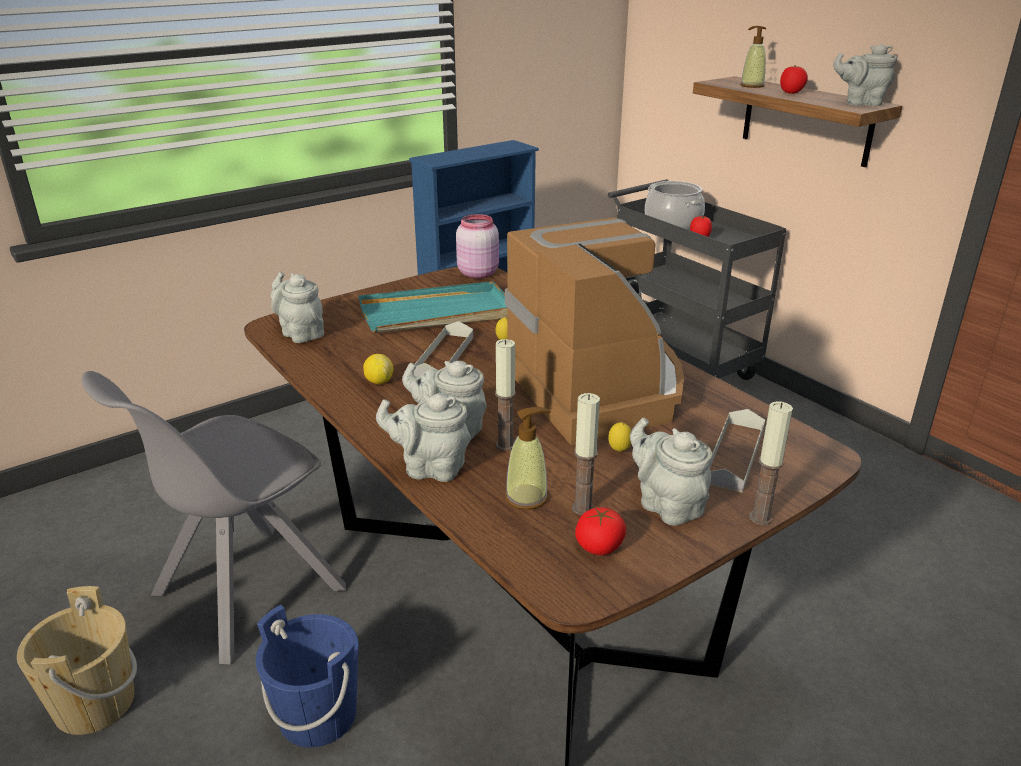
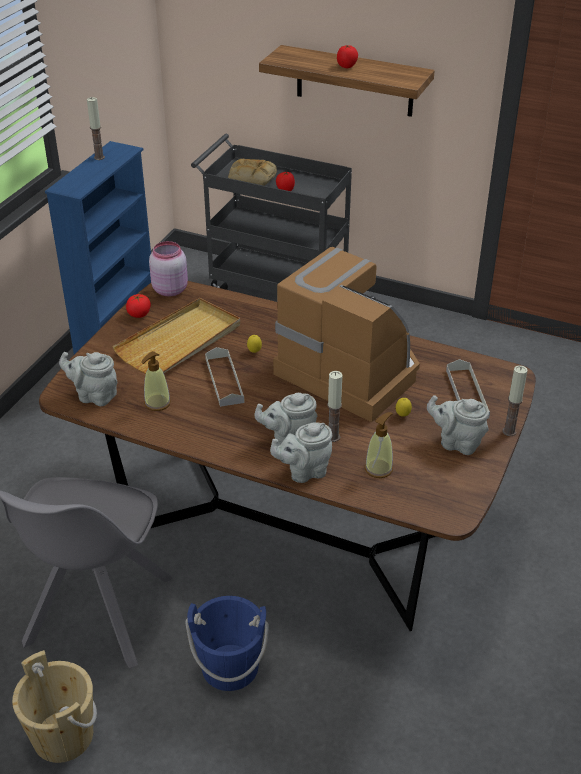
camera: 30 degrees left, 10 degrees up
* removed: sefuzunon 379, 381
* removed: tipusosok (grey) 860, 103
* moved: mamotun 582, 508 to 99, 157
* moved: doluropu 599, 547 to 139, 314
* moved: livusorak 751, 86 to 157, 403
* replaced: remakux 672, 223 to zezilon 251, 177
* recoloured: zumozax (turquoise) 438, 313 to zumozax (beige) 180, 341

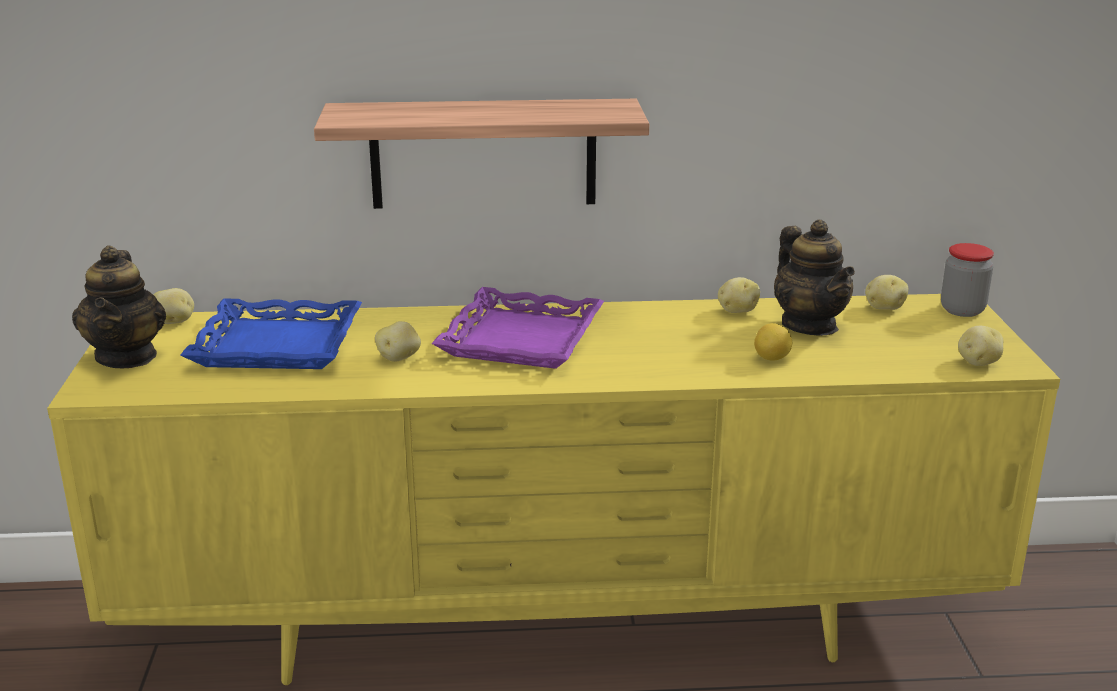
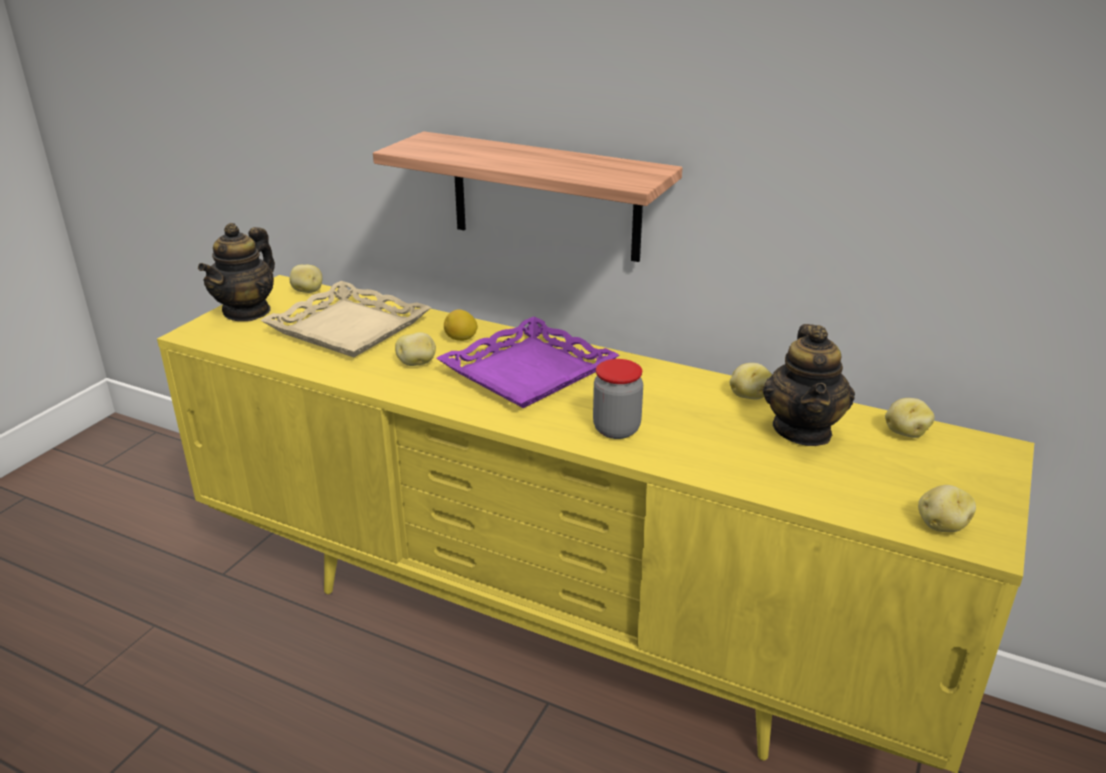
camera: 30 degrees right, 5 degrees up
* moved: sefuzunon 772, 359 to 461, 339
* moved: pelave 962, 310 to 616, 429
* recoloured: zumozax (blue) 278, 345 to zumozax (beige) 349, 328

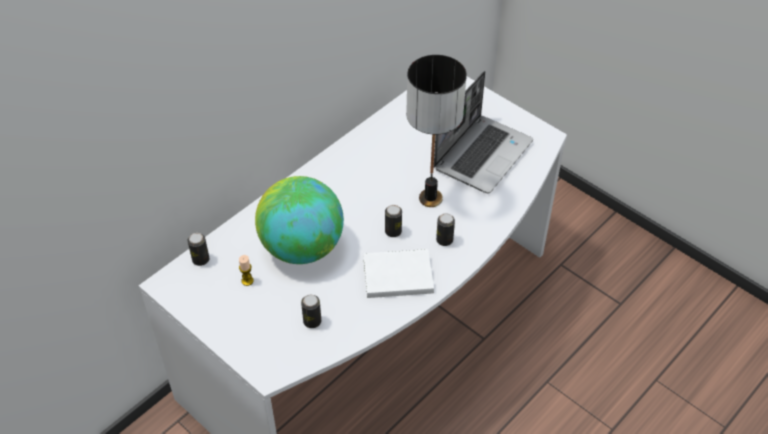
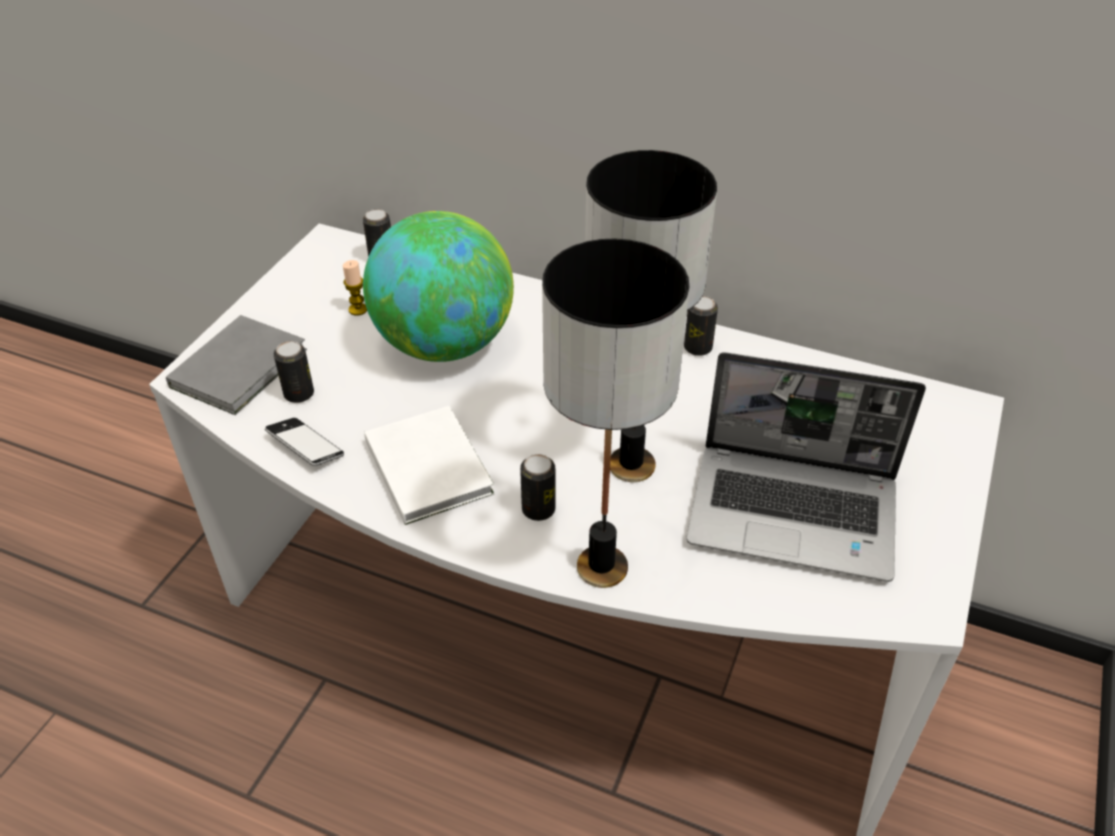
camera: 70 degrees right, 5 degrees down
* added: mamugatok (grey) 243, 367
* added: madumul 305, 447
* added: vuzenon 602, 566
* moved: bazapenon 393, 231 to 698, 348

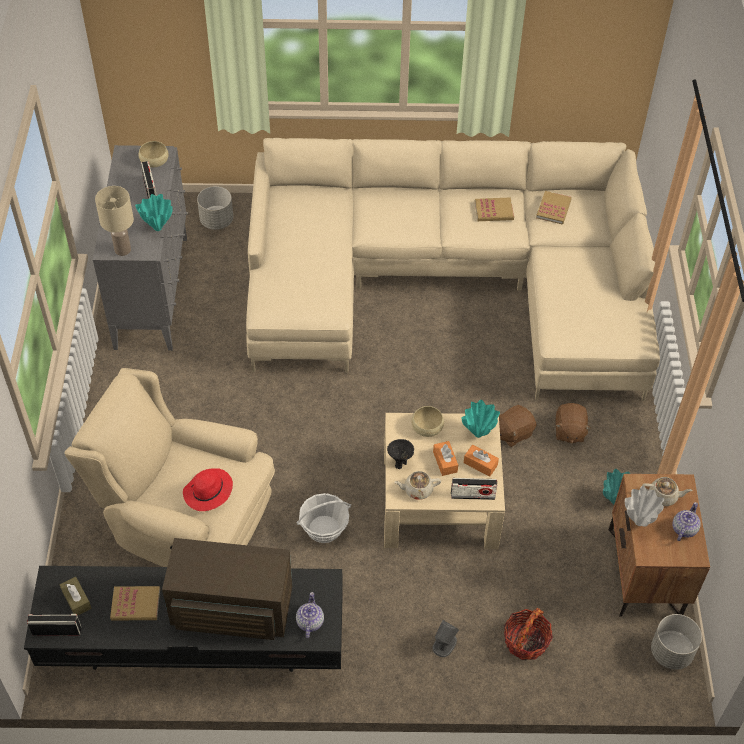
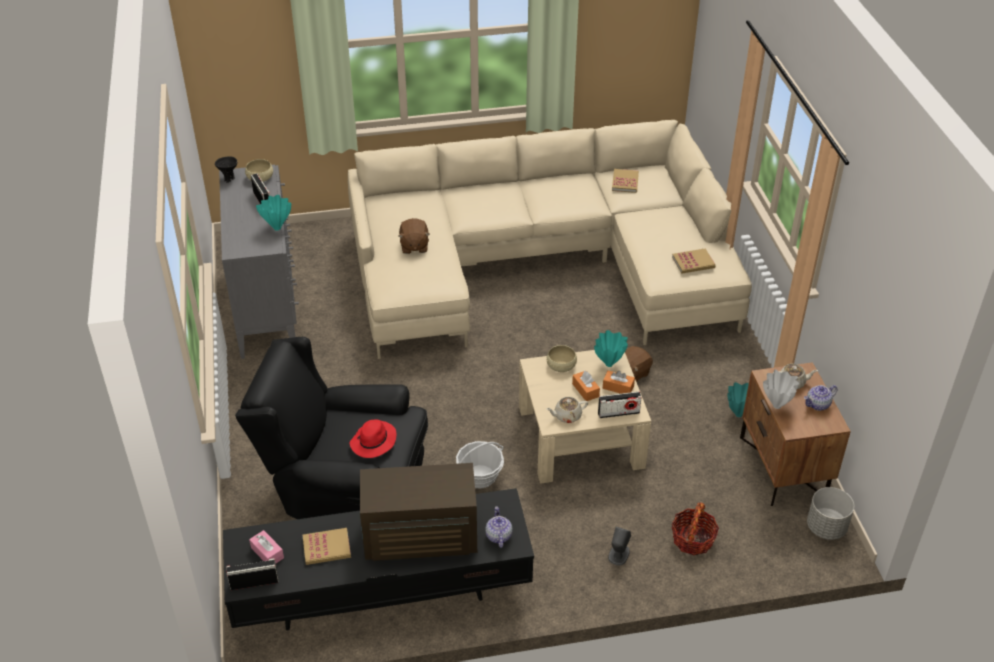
camera: 10 degrees left, 10 degrees down
* removed: vuzenon (beige) 123, 249
* removed: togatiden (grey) 216, 221
* moved: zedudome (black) 400, 463 to 229, 179
* moved: mamugatok 494, 211 to 693, 262
* moved: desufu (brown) 569, 431 to 414, 246
* recoloured: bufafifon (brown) 76, 599 to bufafifon (pink) 267, 553
* recoloured: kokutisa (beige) 186, 522 to kokutisa (black) 346, 490
* turned: tipusosok 684, 528 = 818, 405 135 degrees counterclockwise

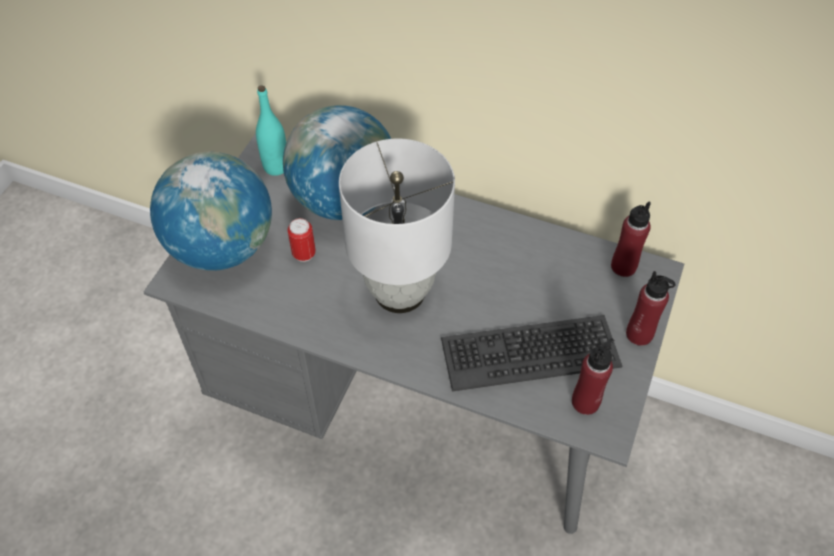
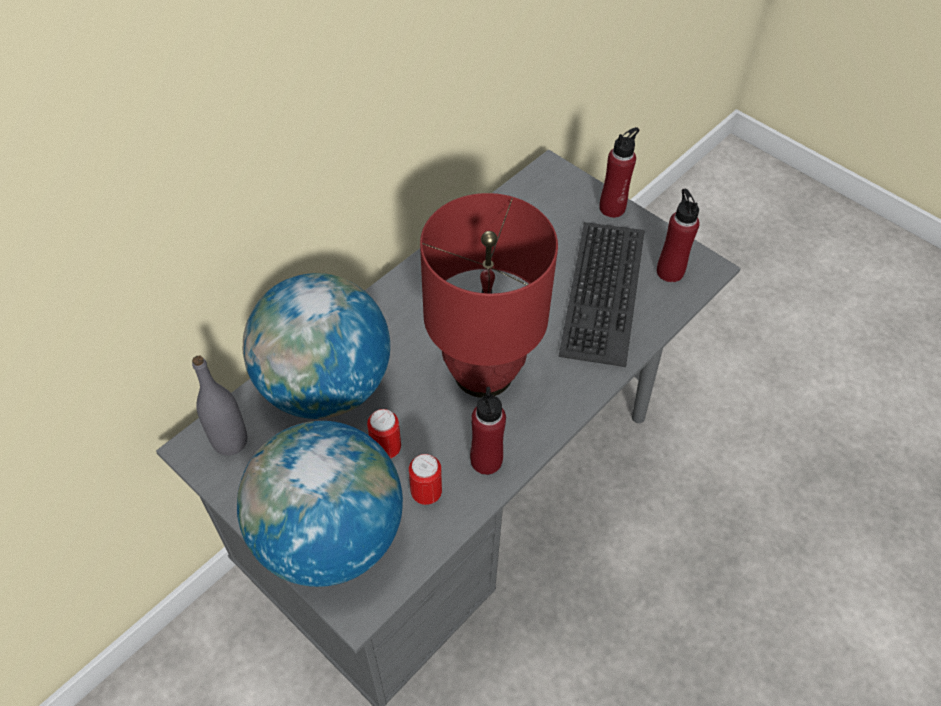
camera: 70 degrees left, 0 degrees up
* added: bazapenon 426, 493
* moved: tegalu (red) 623, 266 to 486, 460
* recoloured: tegalu (turquoise) 276, 167 to tegalu (grey) 230, 441
* recoloured: vuzenon (white) 399, 291 to vuzenon (red) 482, 373

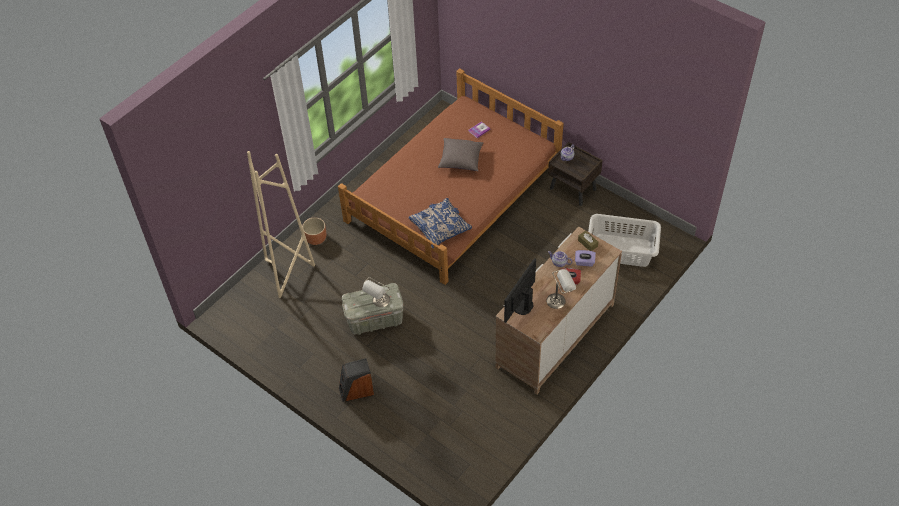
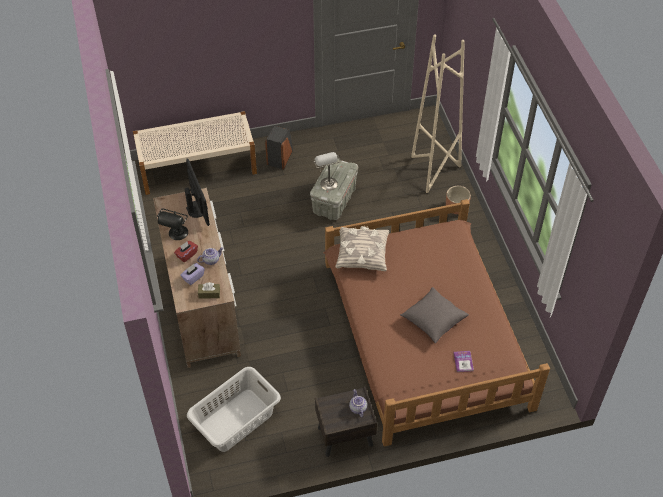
camera: 125 degrees right, 0 degrees up
* added: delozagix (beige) 197, 167
* recoloured: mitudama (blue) 440, 229 to mitudama (beige) 362, 255
* recoloured: vuzenon (white) 559, 299 to vuzenon (black) 177, 236

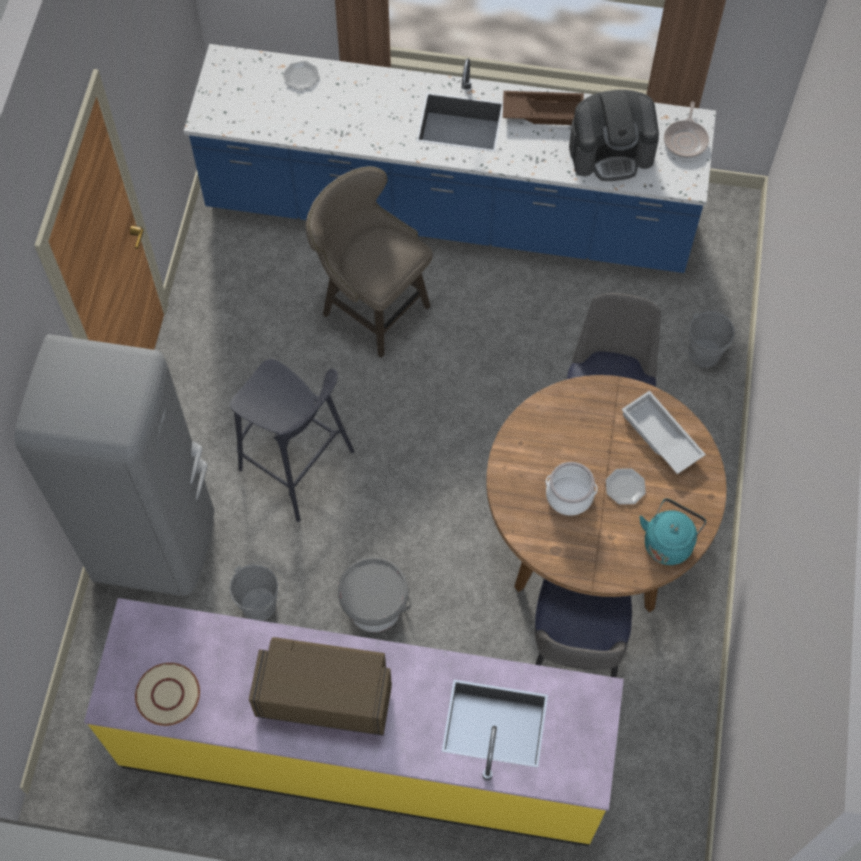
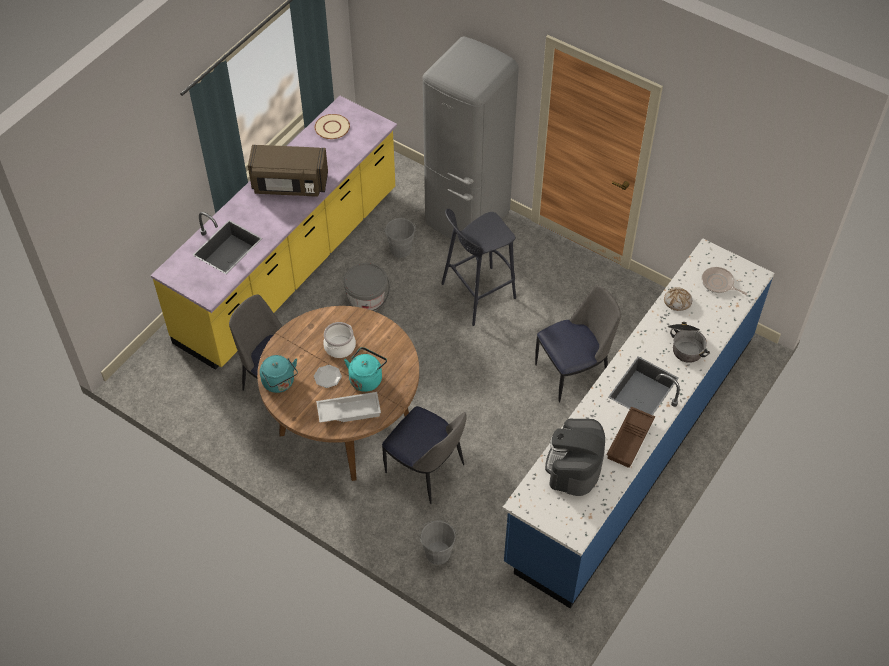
camera: 115 degrees right, 10 degrees down
* removed: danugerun 301, 76
* added: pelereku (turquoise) 366, 378
* added: zezilon 677, 301
* added: remakux 685, 345
* moved: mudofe 686, 140 to 719, 283
* replaced: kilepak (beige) 372, 307 to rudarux 573, 372
* turned: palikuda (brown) 325, 696 = 289, 185 60 degrees clockwise

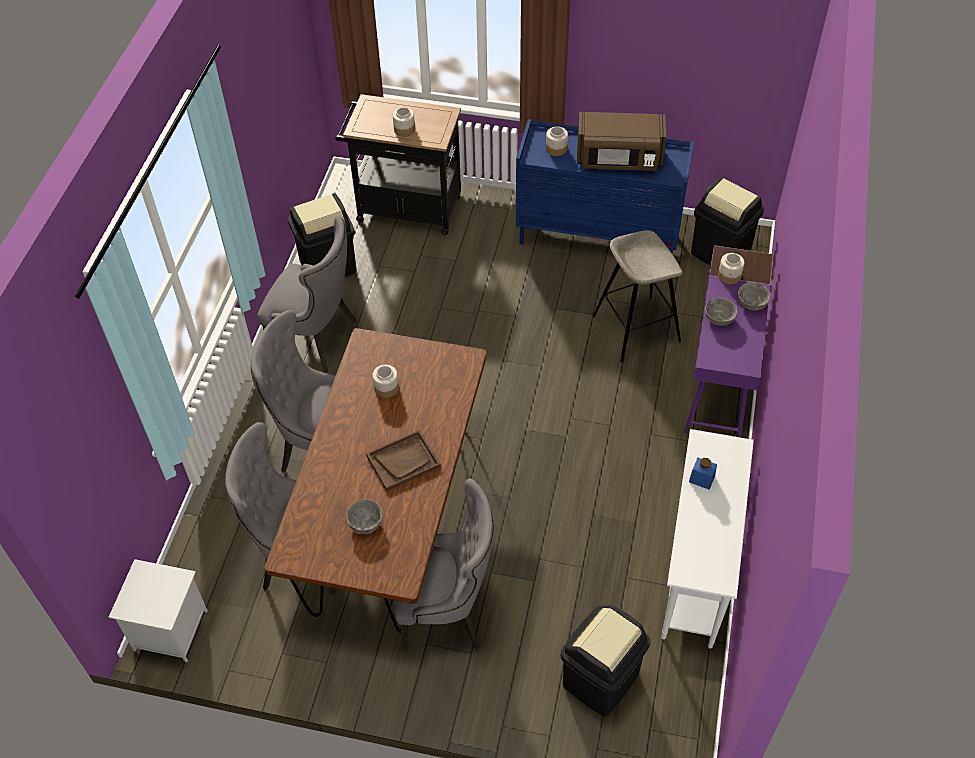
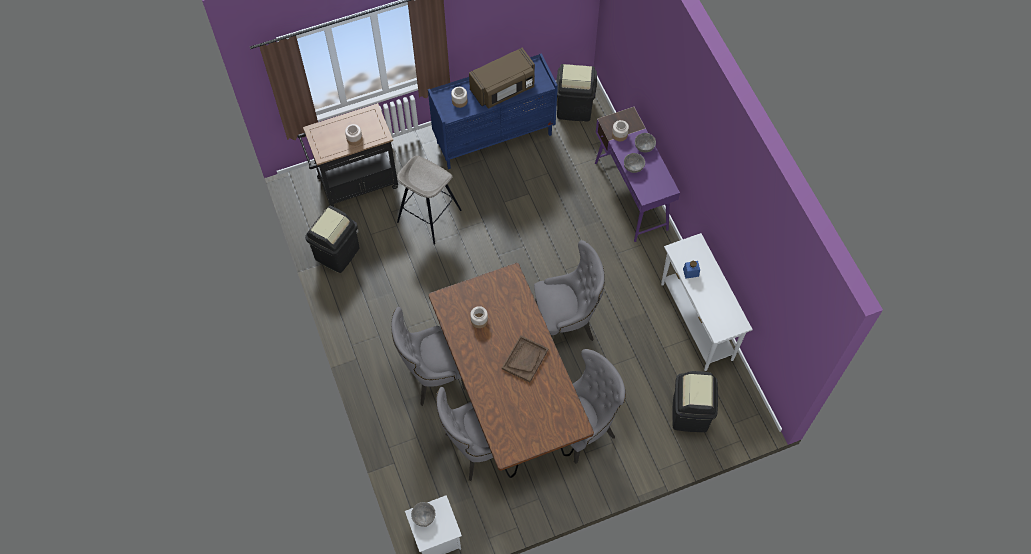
camera: 35 degrees left, 10 degrees up
* moved: rudarux (grey) 316, 339 to 566, 321
* moved: zedudome (grey) 366, 524 to 424, 517
* moved: kilepak (grey) 635, 328 to 428, 216

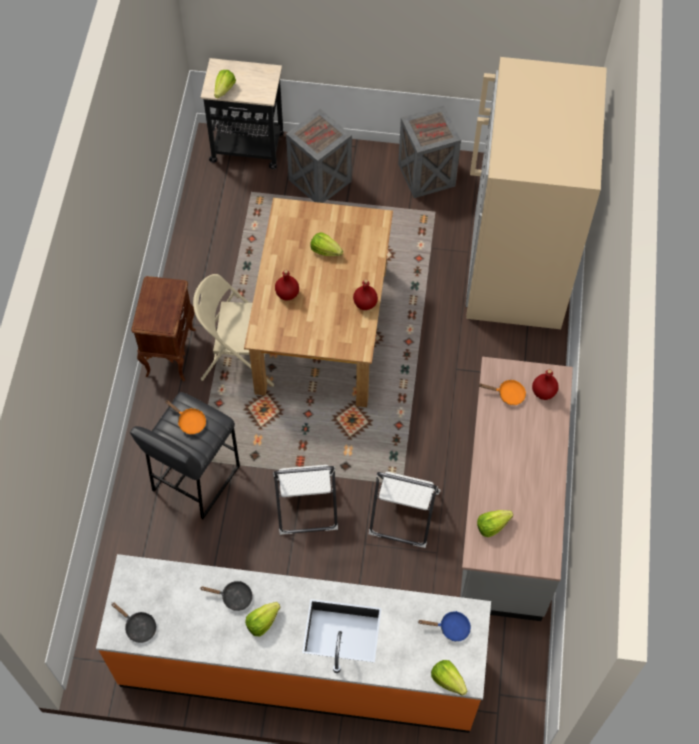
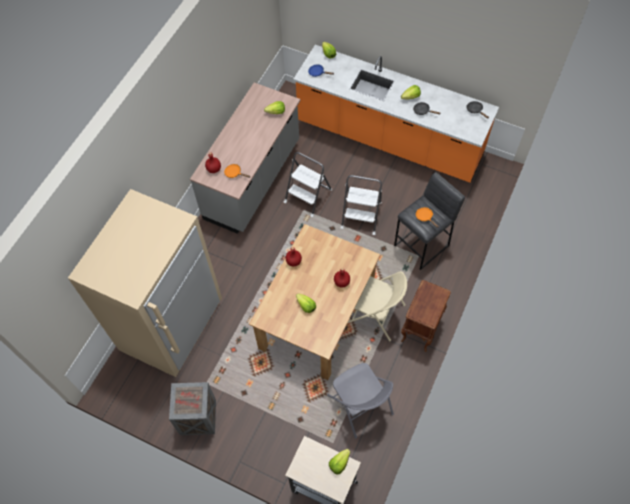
camera: 160 degrees left, 0 degrees up
* removed: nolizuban 321, 180
* added: rudarux (grey) 360, 405

